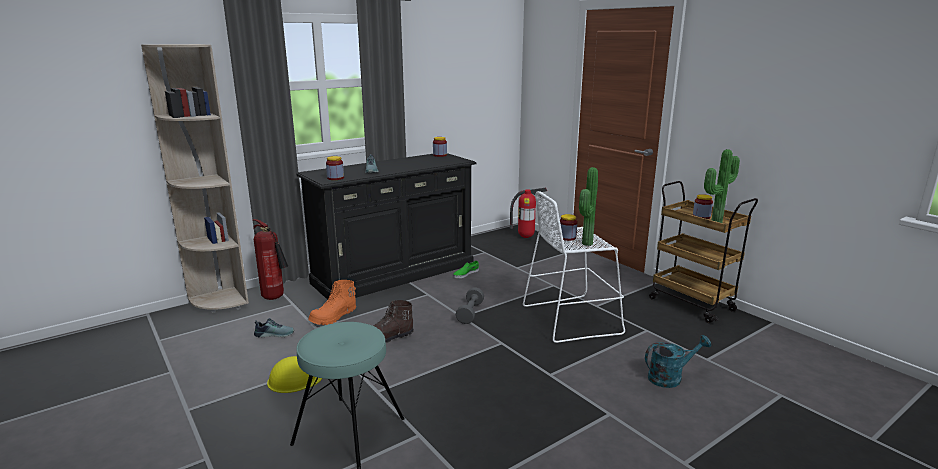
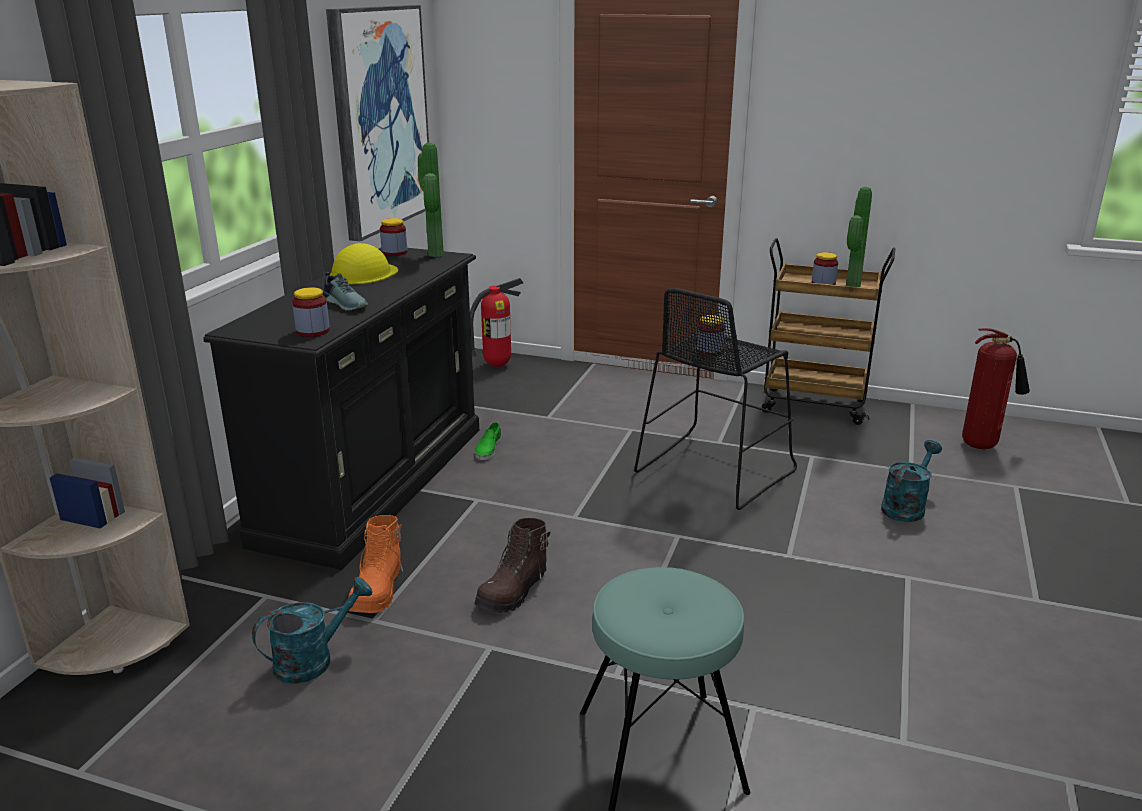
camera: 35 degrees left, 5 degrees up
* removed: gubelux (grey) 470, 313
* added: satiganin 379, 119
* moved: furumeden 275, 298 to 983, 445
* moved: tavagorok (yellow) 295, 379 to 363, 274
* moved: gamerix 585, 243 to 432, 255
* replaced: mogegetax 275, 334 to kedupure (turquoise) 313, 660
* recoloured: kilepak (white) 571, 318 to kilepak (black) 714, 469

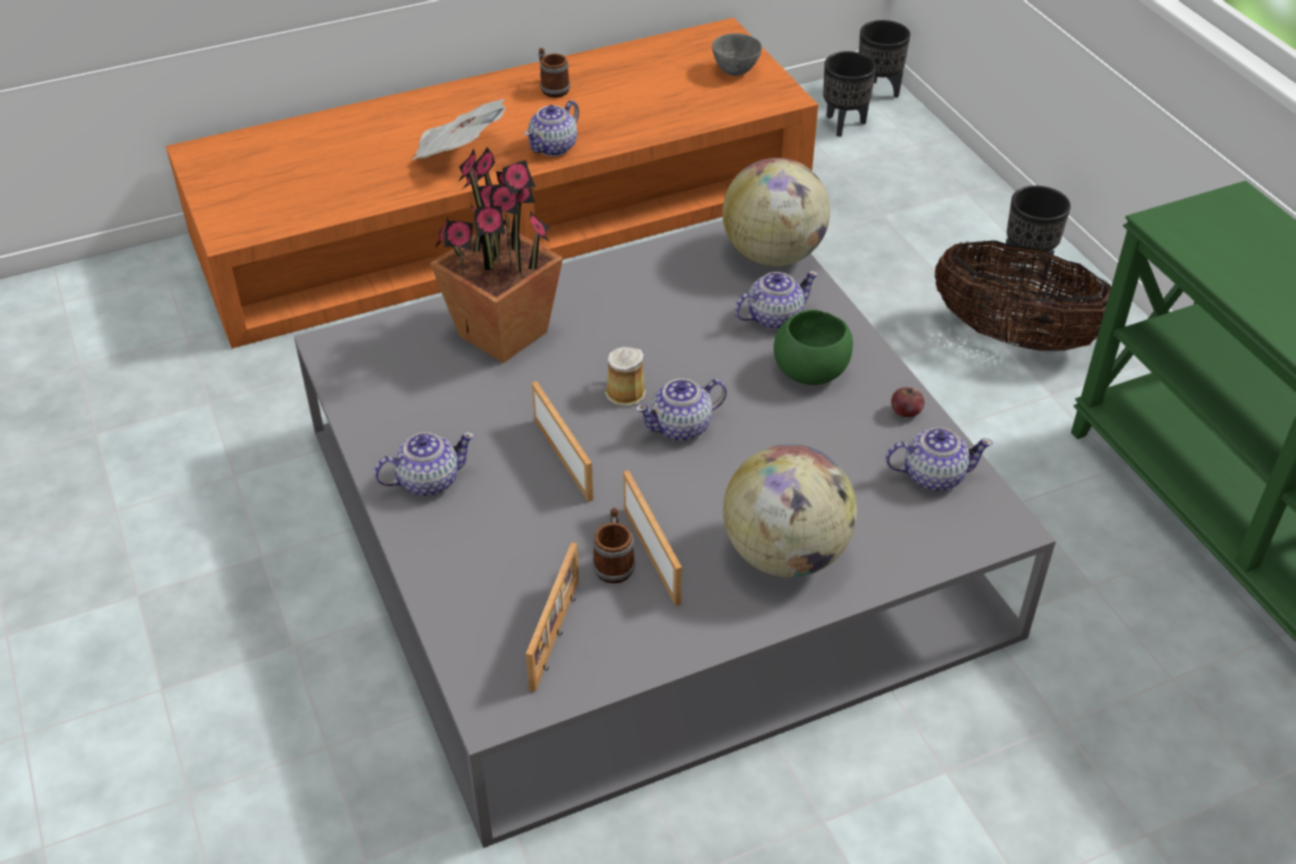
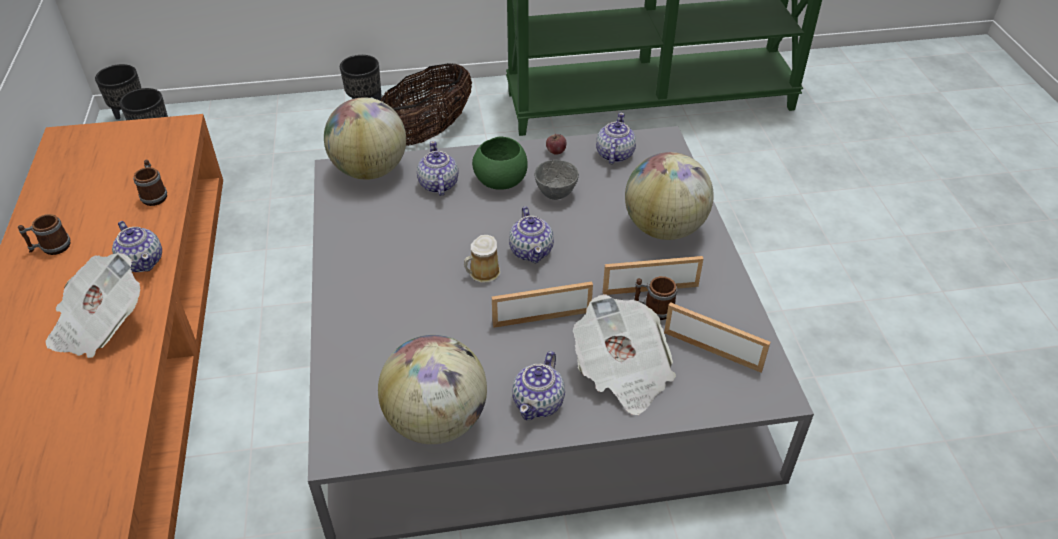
camera: 75 degrees left, 0 degrees up
* removed: gamerix 503, 333
* added: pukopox 155, 195
* added: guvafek 437, 421
* added: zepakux 622, 372
* moved: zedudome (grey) 735, 71 to 554, 194
* turned: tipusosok 427, 481 = 539, 402 150 degrees counterclockwise

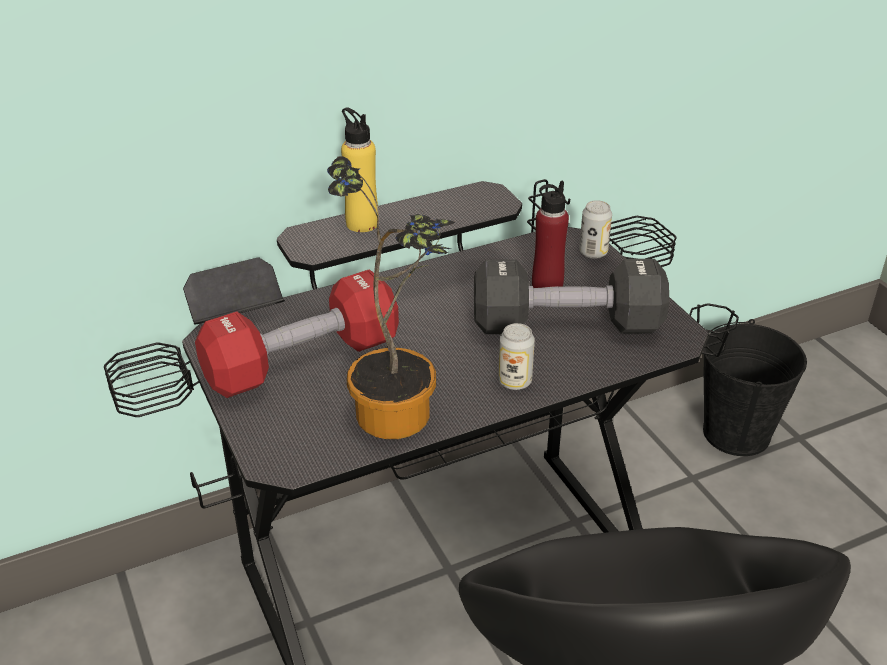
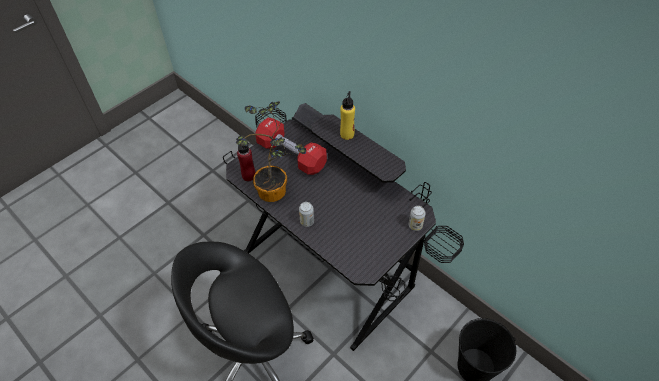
camera: 70 degrees right, 15 degrees up
* removed: gubelux (black) 566, 325
* moved: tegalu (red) 547, 285 to 249, 176

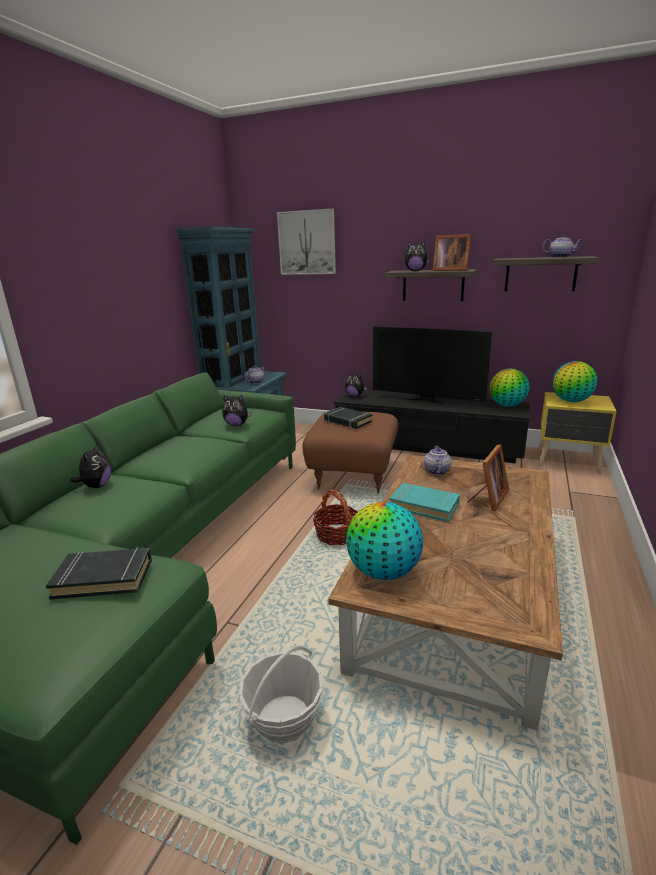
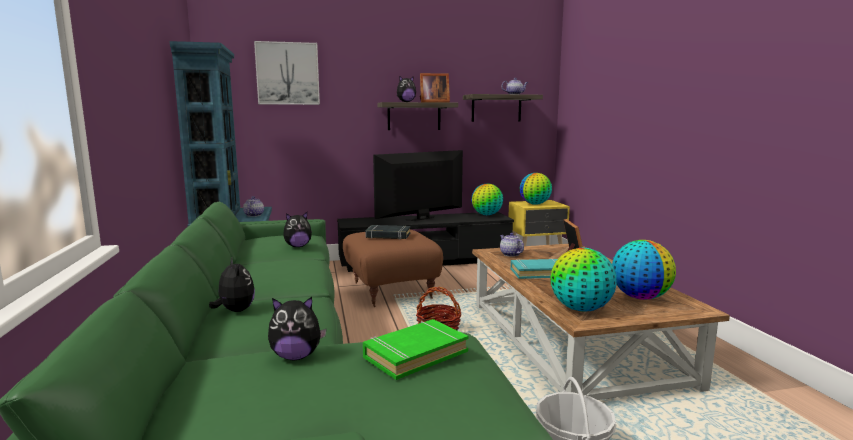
camera: 35 degrees left, 10 degrees down
* added: guvafek 640, 297
* moved: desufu 355, 395 to 296, 356
* recoloured: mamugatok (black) 104, 578 to mamugatok (green) 415, 354
* turned: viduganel 426, 400 = 422, 218 150 degrees clockwise

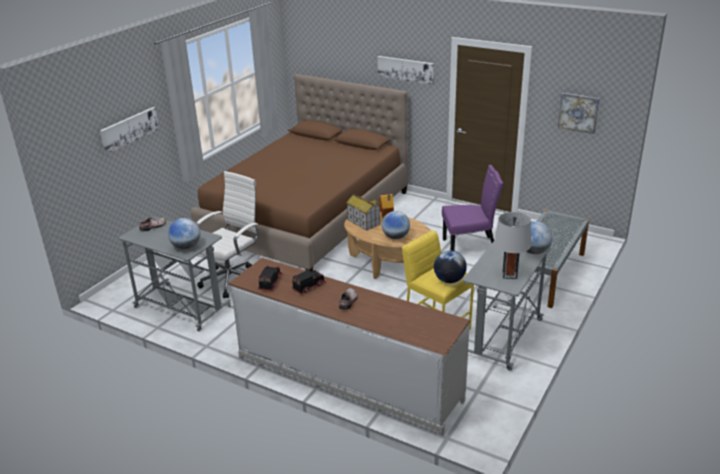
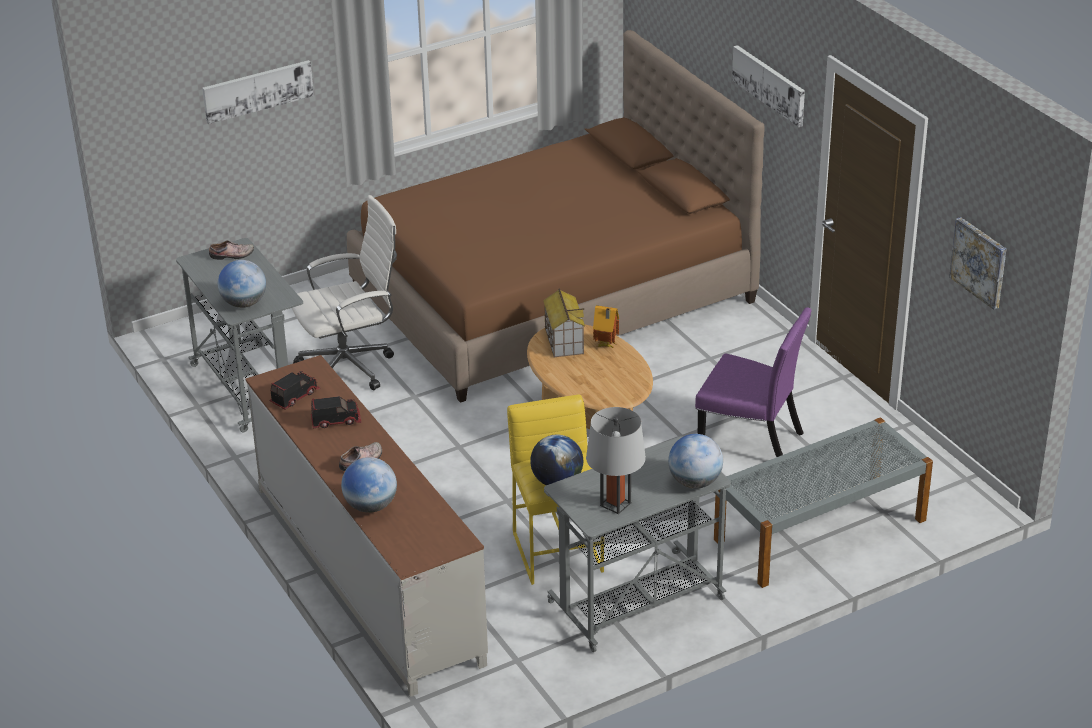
camera: 30 degrees right, 5 degrees up
* moved: guvafek 395, 237 to 371, 506

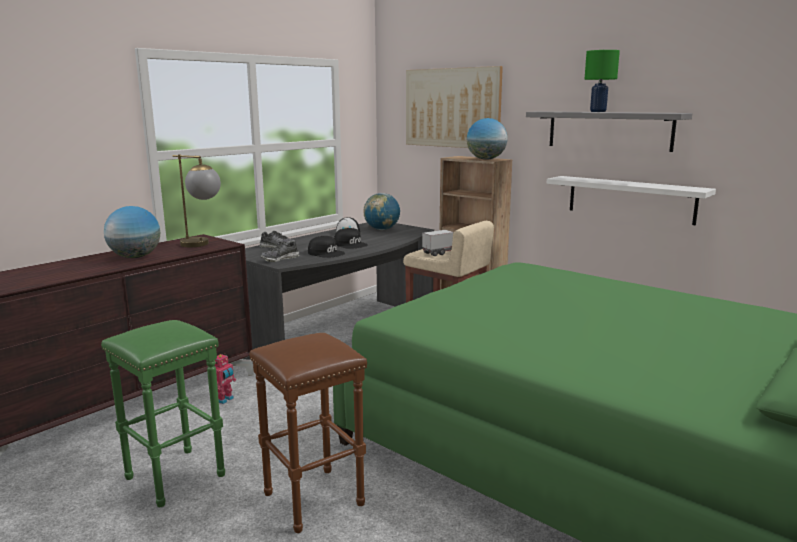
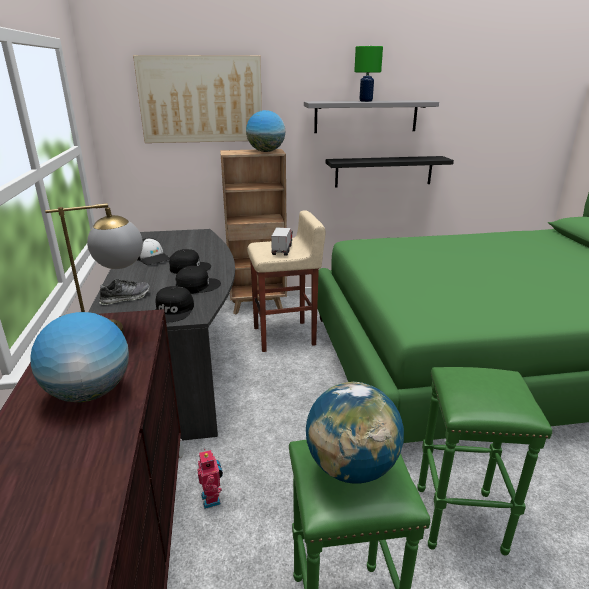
camera: 50 degrees left, 10 degrees up
* moved: guvafek 382, 229 to 351, 467
* replaced: mogegetax 280, 259 to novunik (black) 173, 310
* recoloured: kilepak (brown) 311, 498 to kilepak (green) 458, 520
* recoloured: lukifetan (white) 630, 199 to lukifetan (black) 384, 171

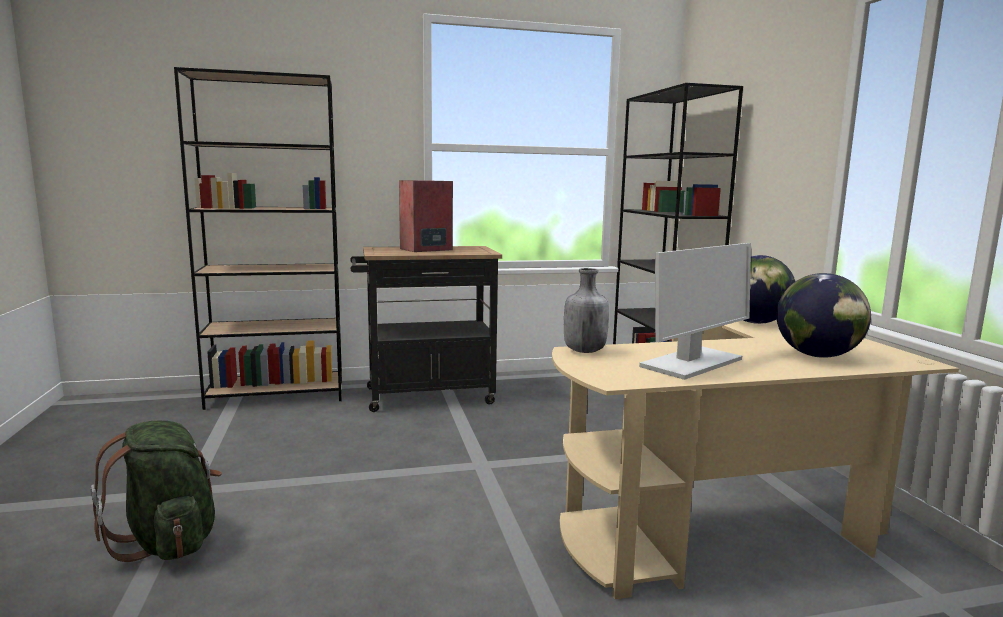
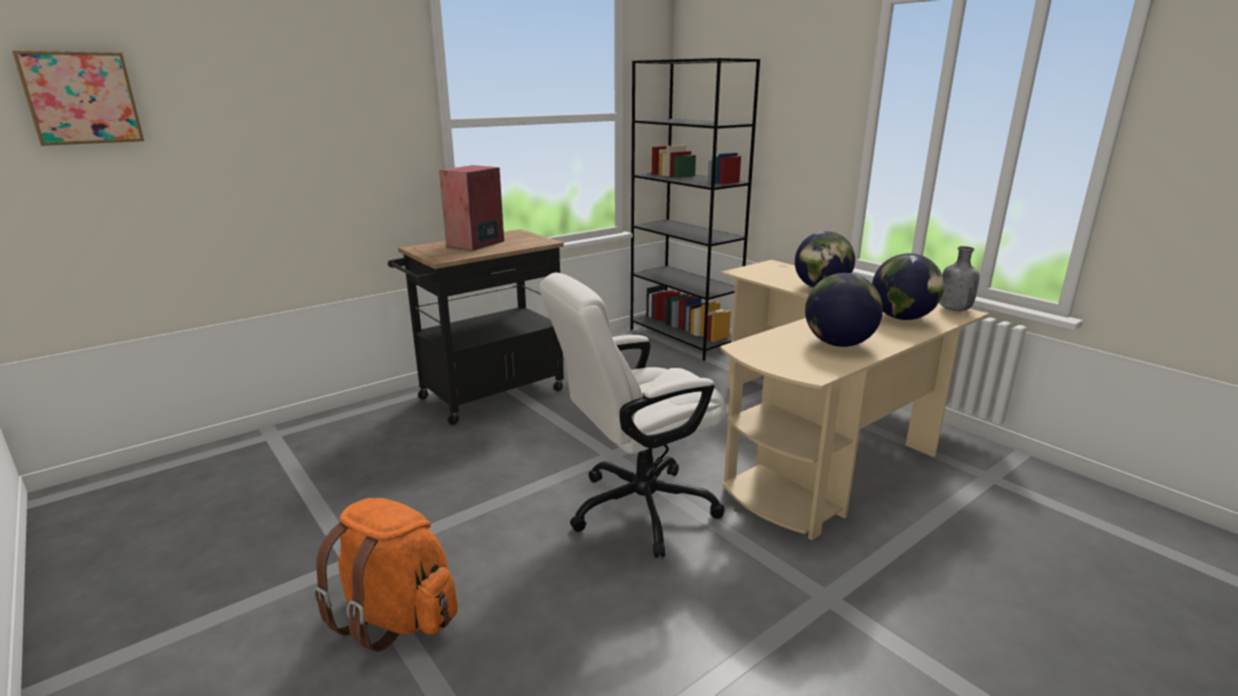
camera: 25 degrees left, 10 degrees up
* removed: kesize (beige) 277, 395
* added: satiganin 81, 98
* added: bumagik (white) 636, 511
* moved: tegalu (grey) 584, 351 to 953, 309
* replaced: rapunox 691, 363 to guvafek 838, 343
* recoloured: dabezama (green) 168, 541 to dabezama (orange) 397, 616

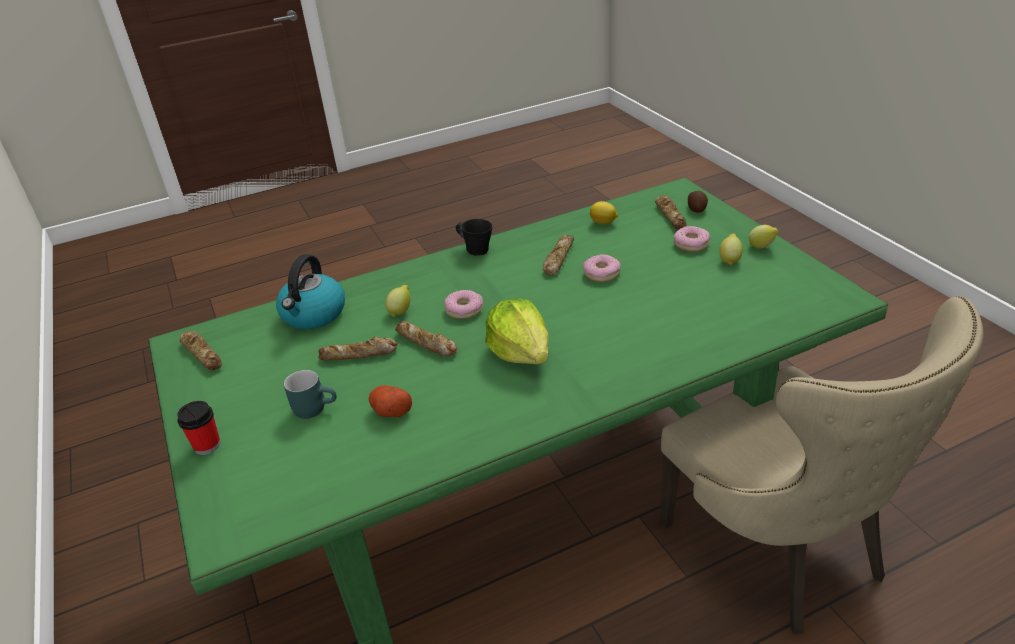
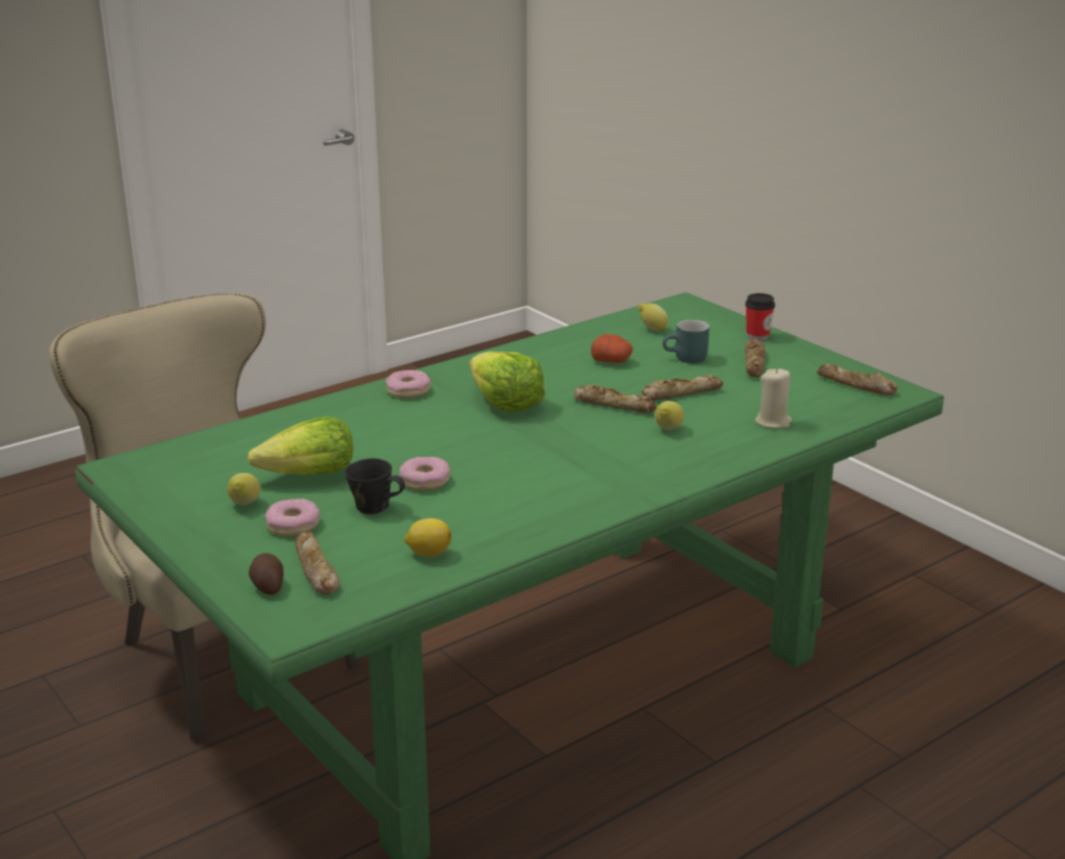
camera: 165 degrees right, 10 degrees down
* added: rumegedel 309, 476
* moved: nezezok 464, 309 to 408, 391
* moved: pukopox (black) 476, 250 to 374, 507
* moved: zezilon 558, 258 to 755, 363
* moved: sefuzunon 762, 247 to 652, 329
* replaced: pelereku 313, 315 to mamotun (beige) 773, 422

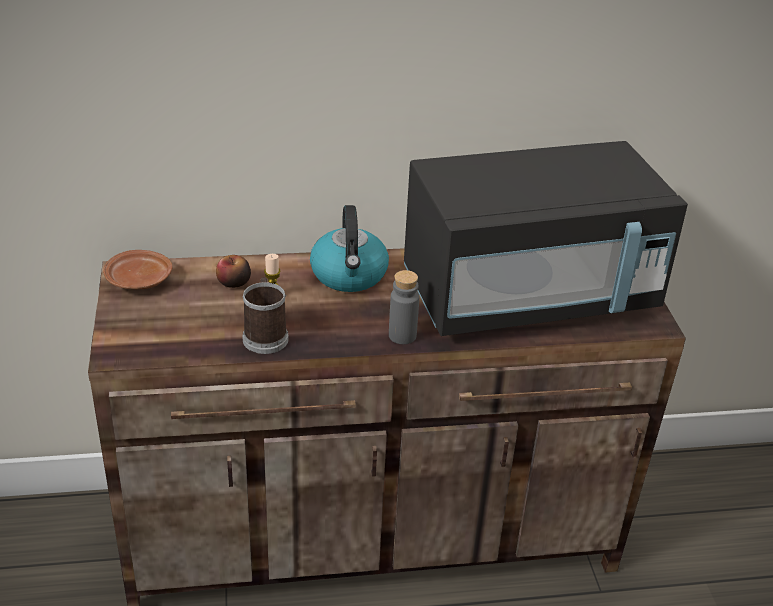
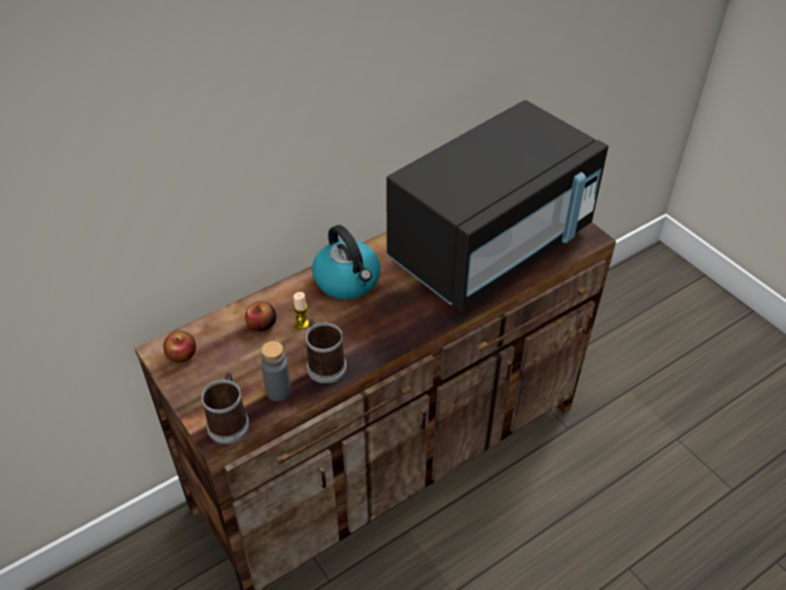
camera: 25 degrees left, 10 degrees up
* added: pukopox 229, 421
* moved: tegalu (grey) 402, 336 to 278, 391
* replaced: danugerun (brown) 139, 280 to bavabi 182, 354

